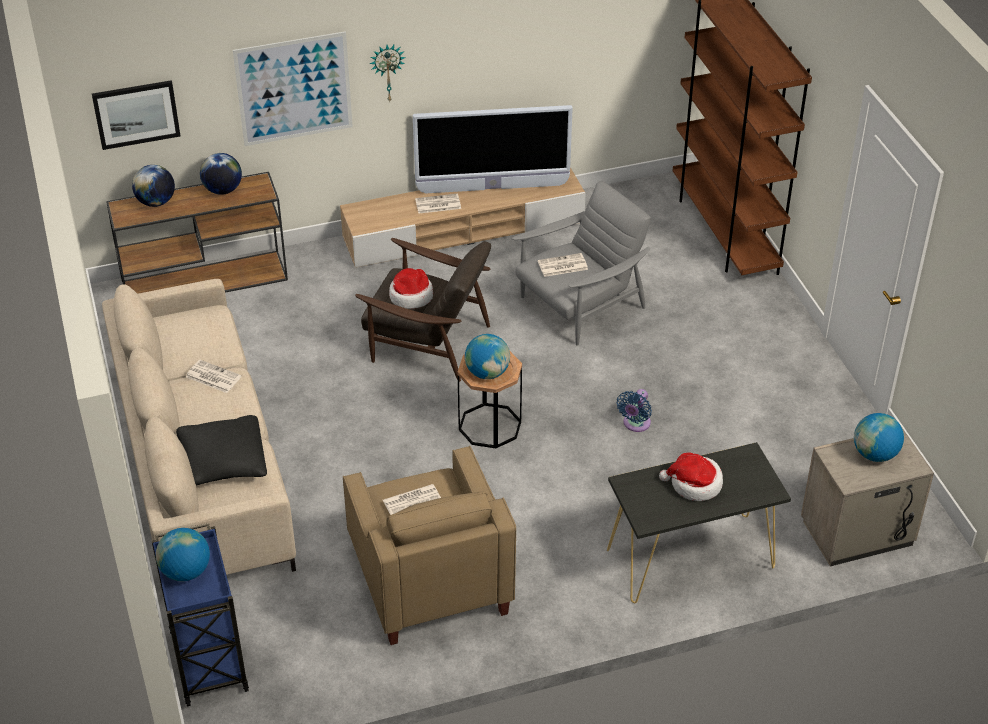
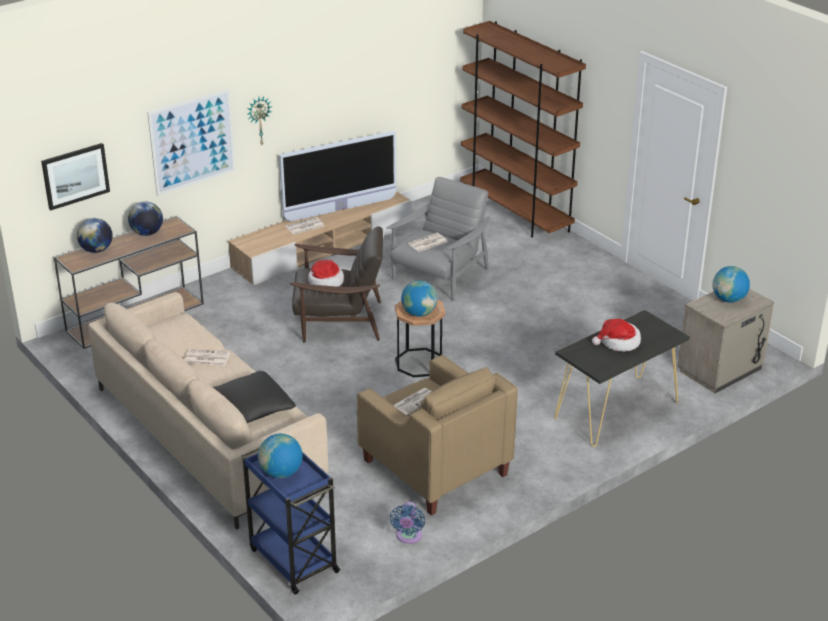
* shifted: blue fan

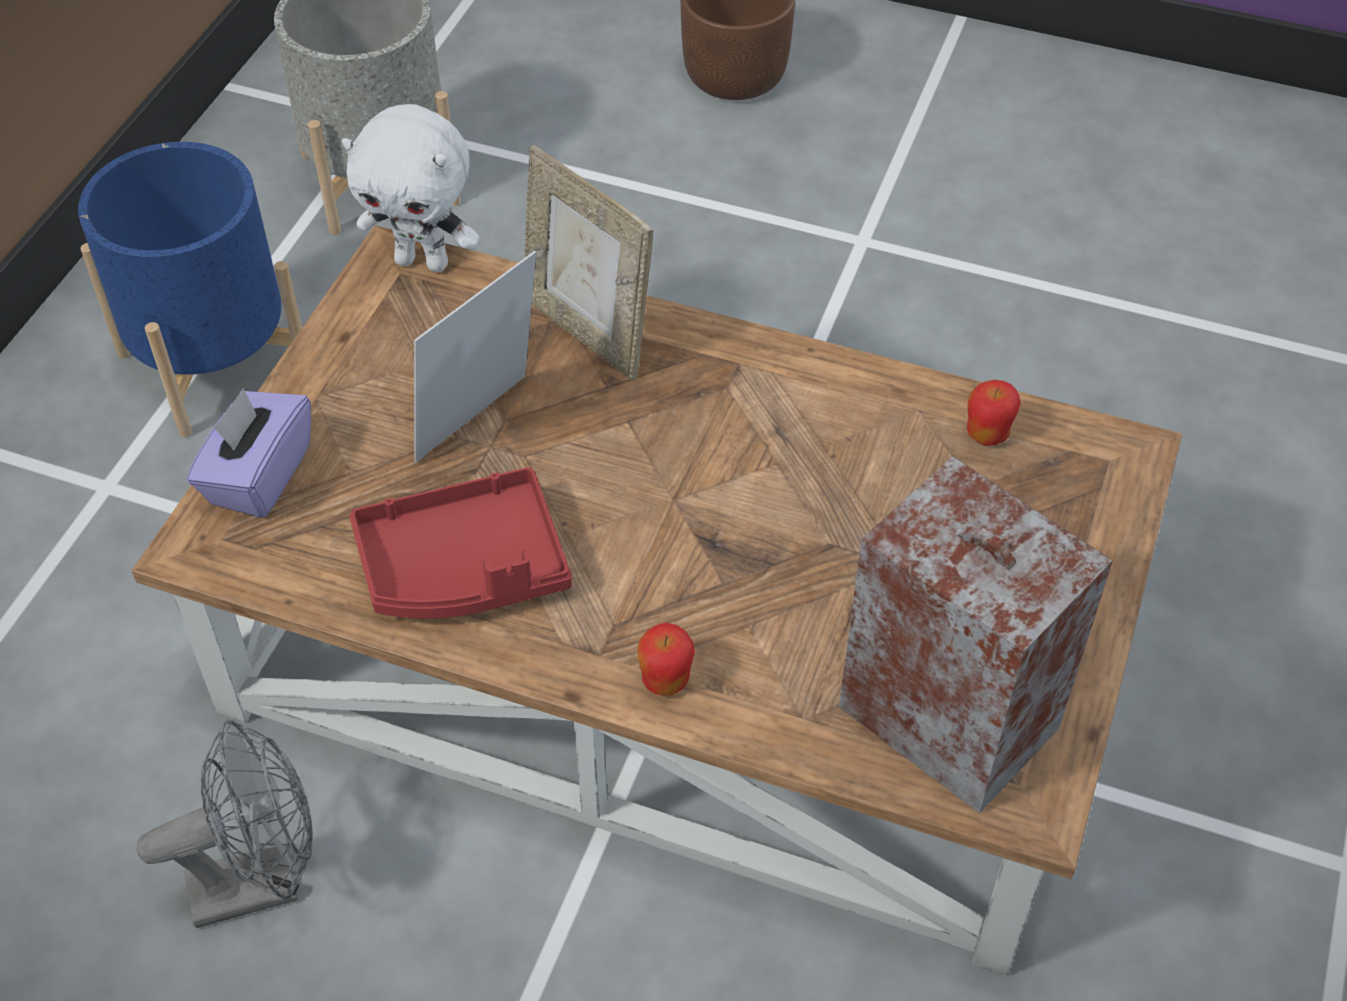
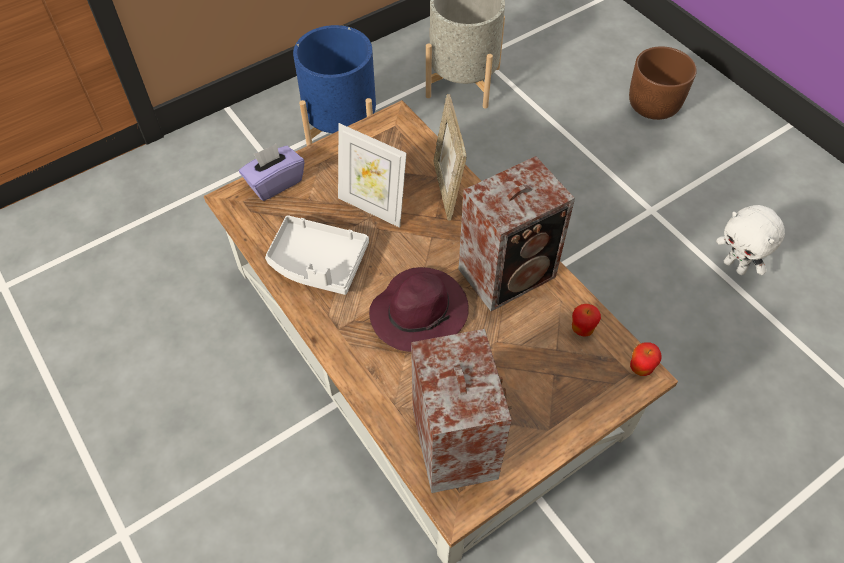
* repainted: red tray to white tray
* rotated: picture frame (no. 1 from left) 135 degrees counterclockwise
* new: purple hat
* new: speaker (no. 2 from left)
* shifted: apple (no. 1 from left in the first image) to apple (no. 2 from left)
* shifted: white plush toy
* gone: grey fan

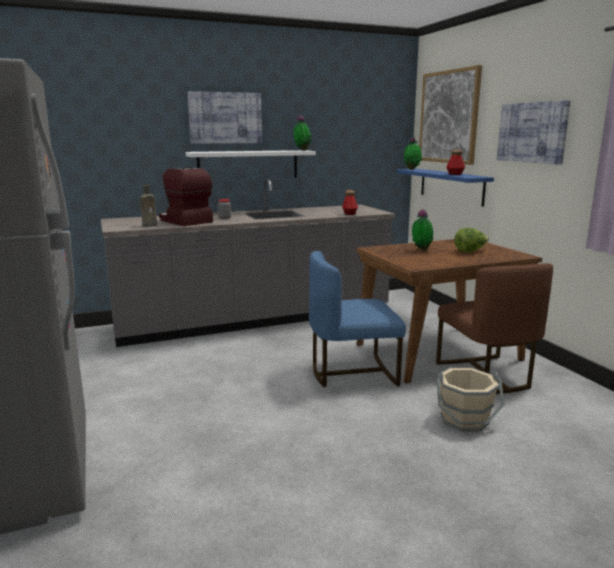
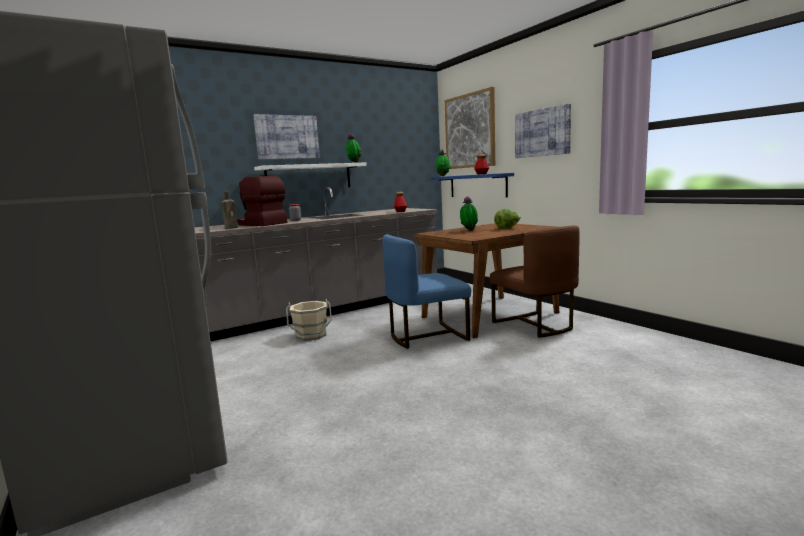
* shifted: beige bucket

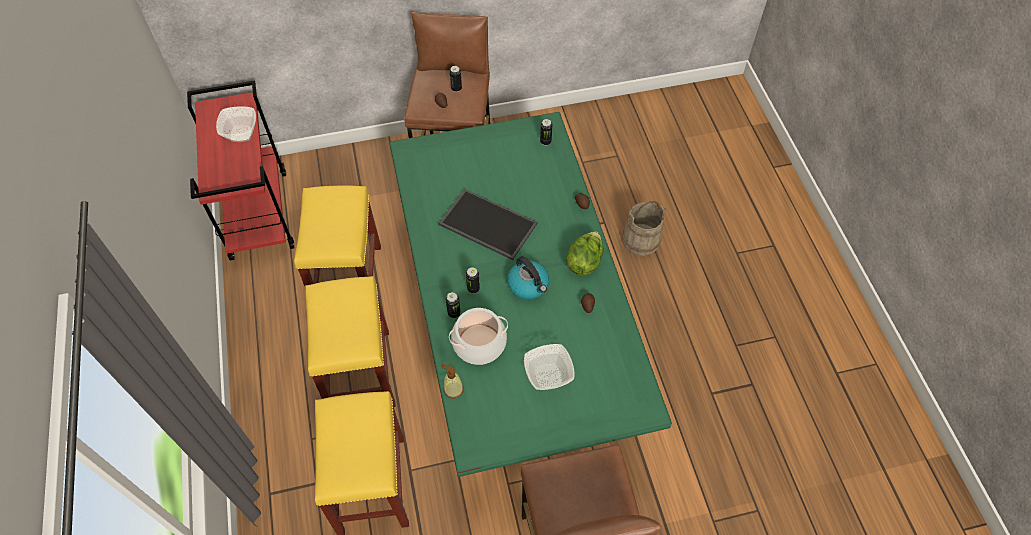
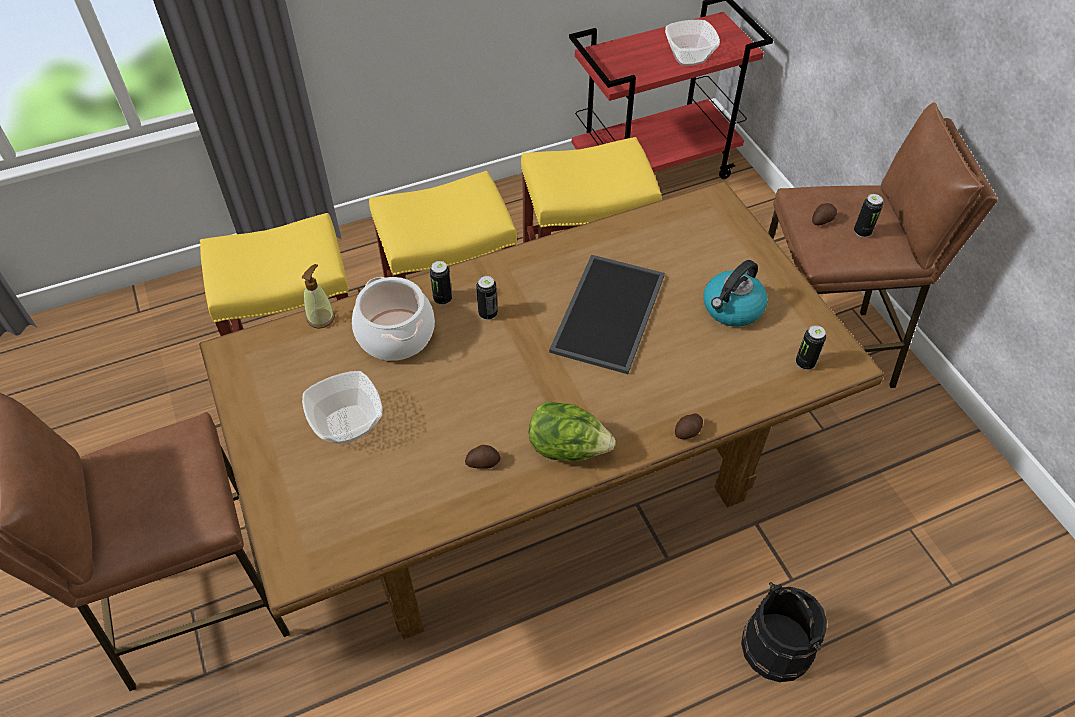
* repainted: green dining table to brown dining table
* shifted: kettle
* repainted: beige bucket to black bucket

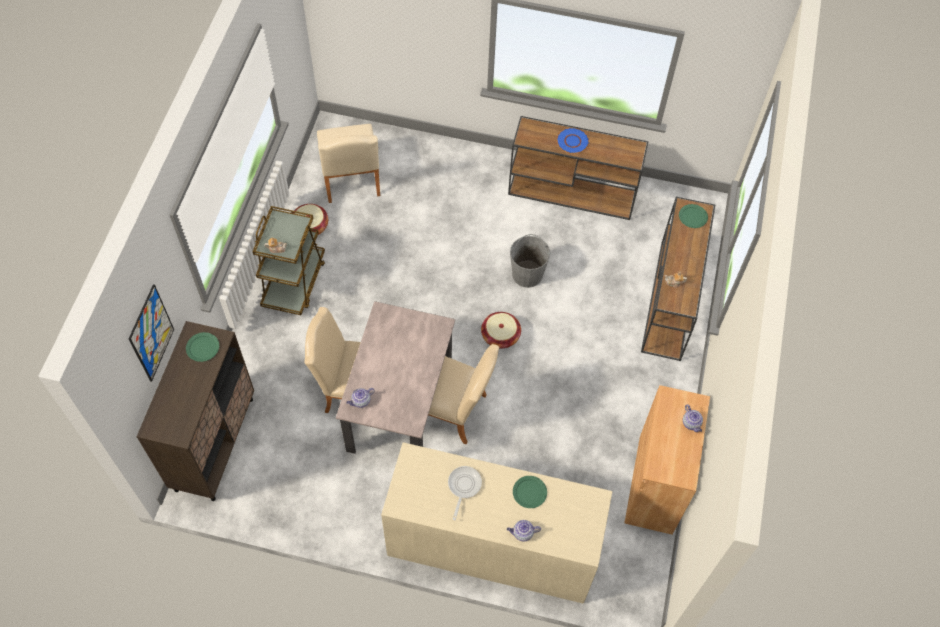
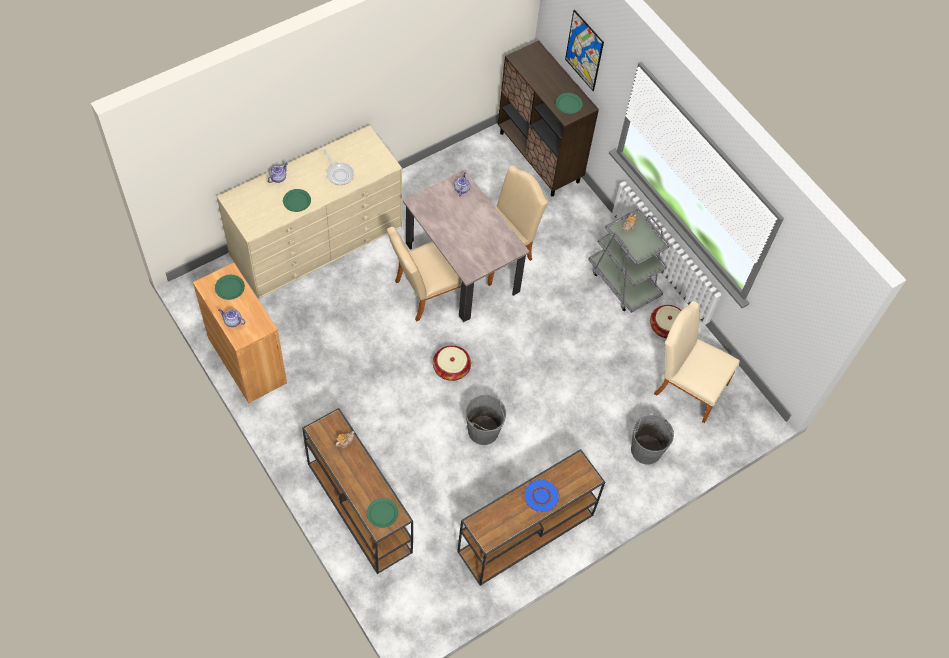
* new: green plate (no. 1 from left)
* repainted: brown cart to grey cart
* new: grey bucket (no. 2 from left)

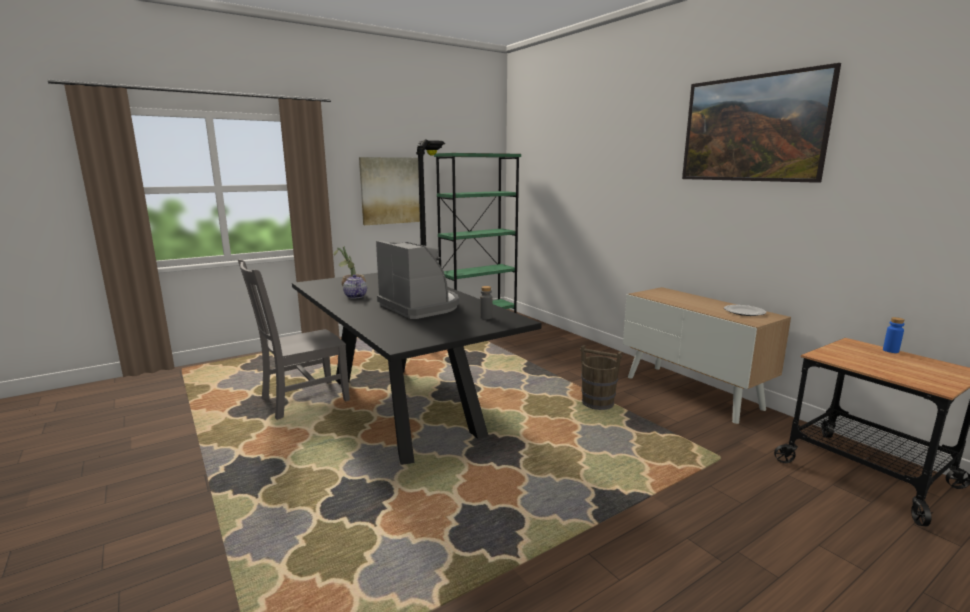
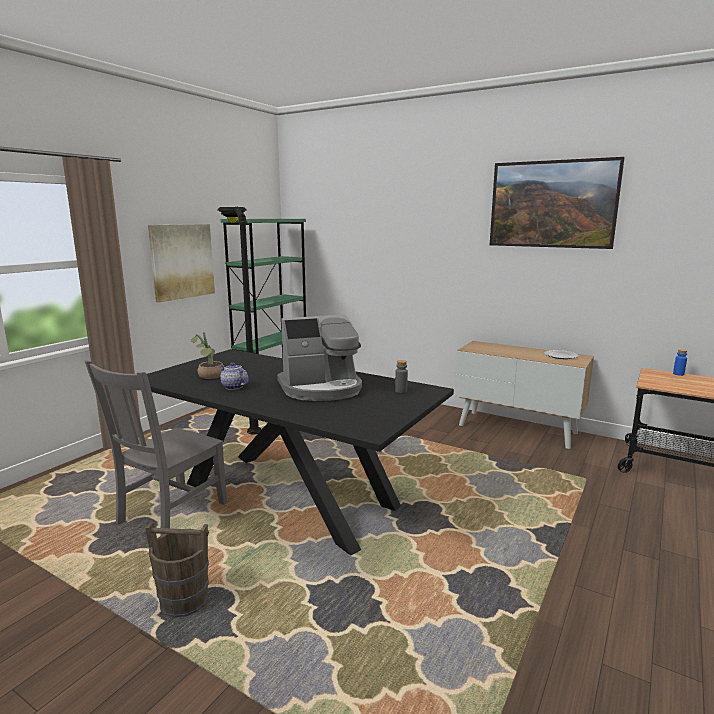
* shifted: brown bucket
* rotated: coffee machine 135 degrees clockwise

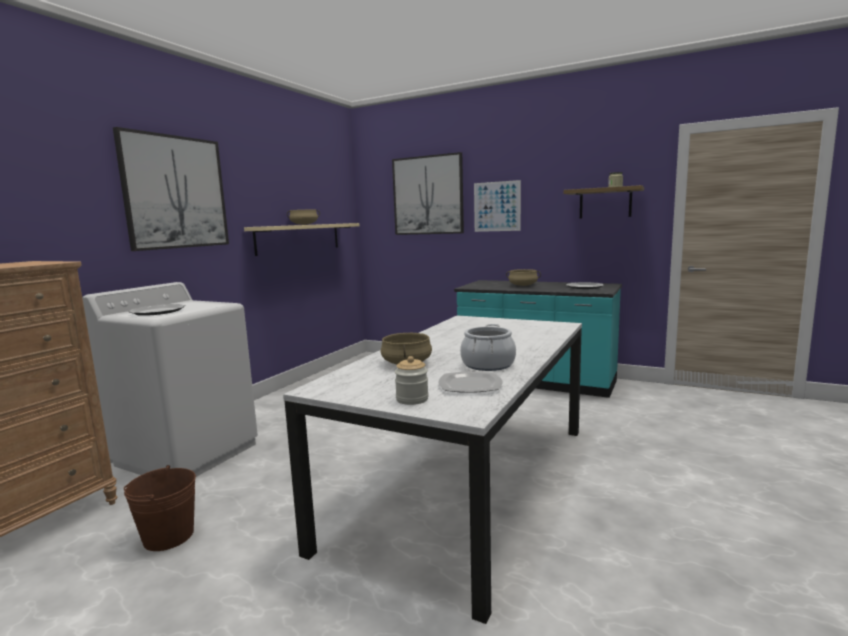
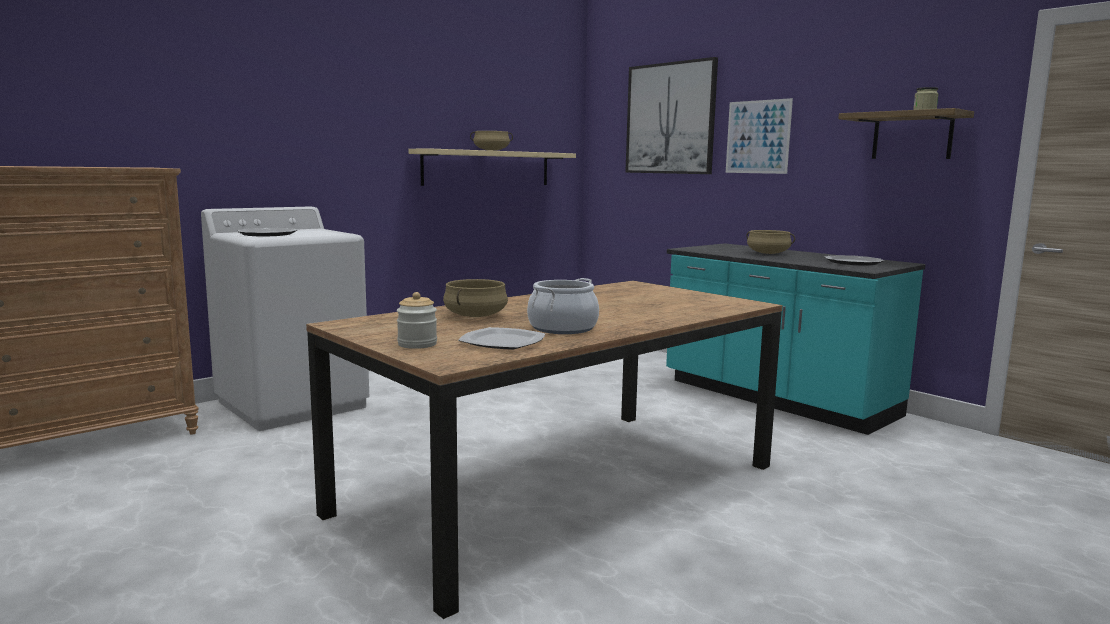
* repainted: white dining table to brown dining table
* gone: picture (no. 1 from left)
* gone: brown bucket

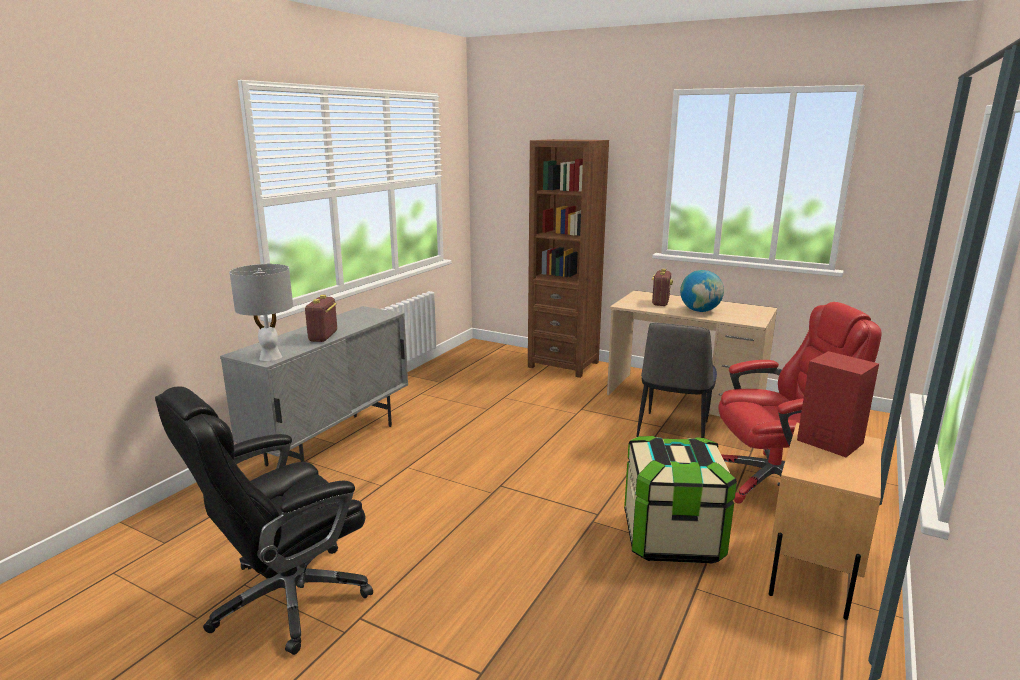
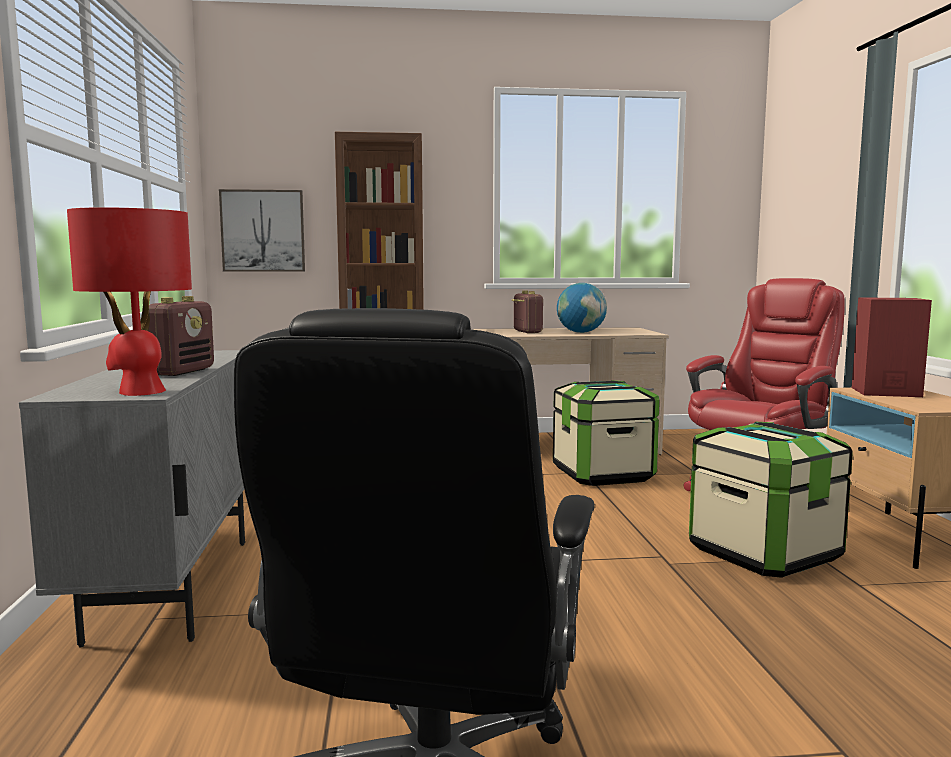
* repainted: grey table lamp to red table lamp
* rotated: radio (no. 1 from left) 135 degrees counterclockwise
* new: picture
* swapped: chair to storage box (no. 1 from left)

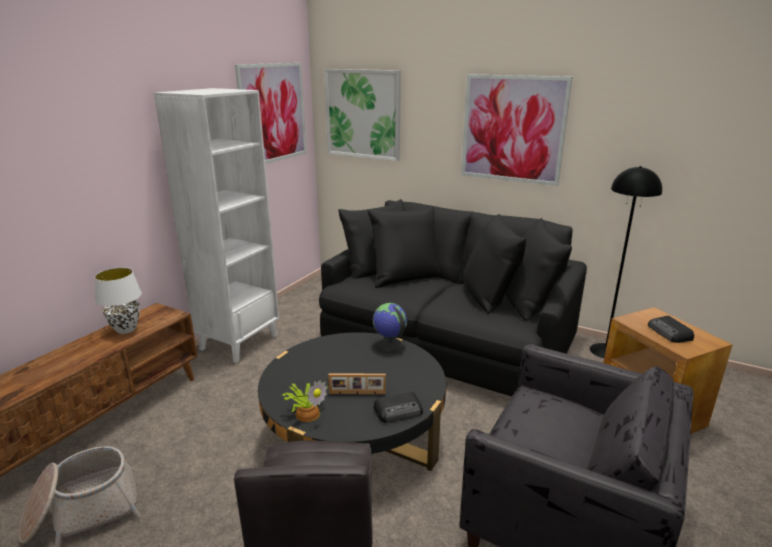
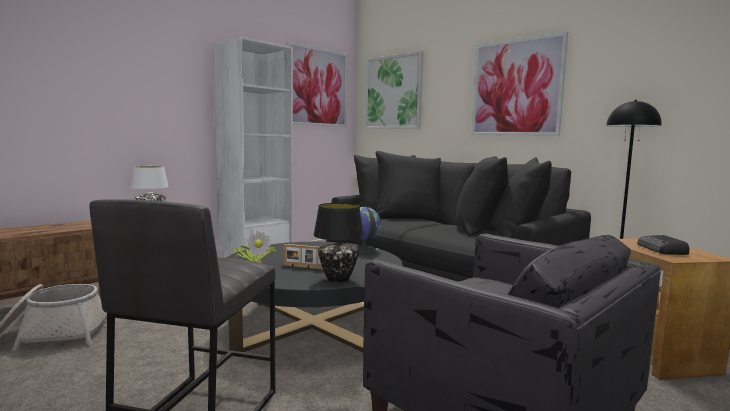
* swapped: radio (no. 1 from left) to black table lamp

